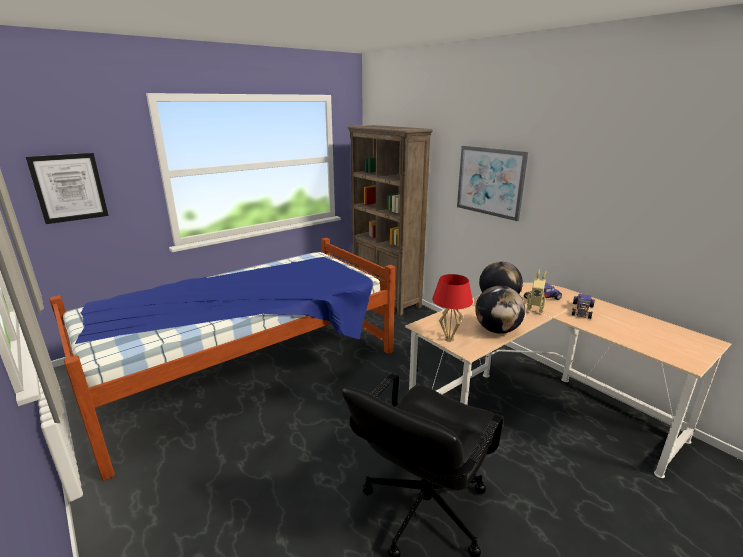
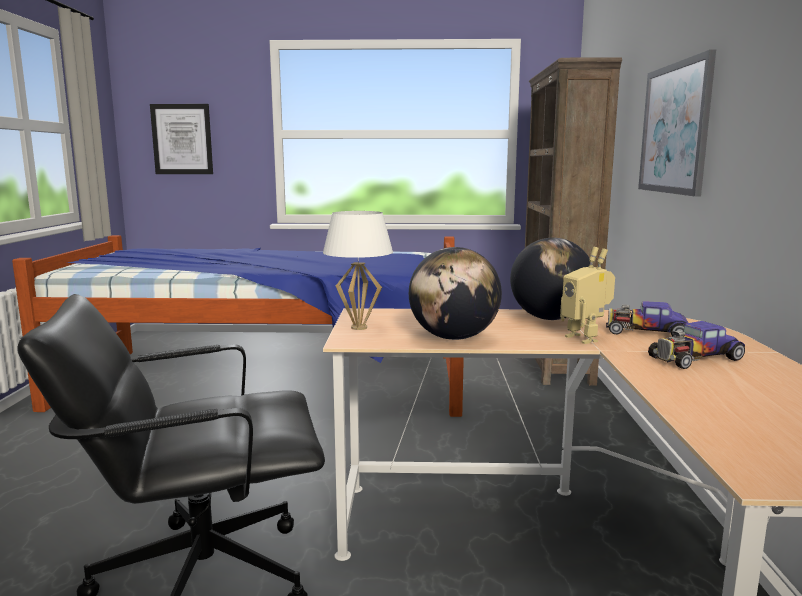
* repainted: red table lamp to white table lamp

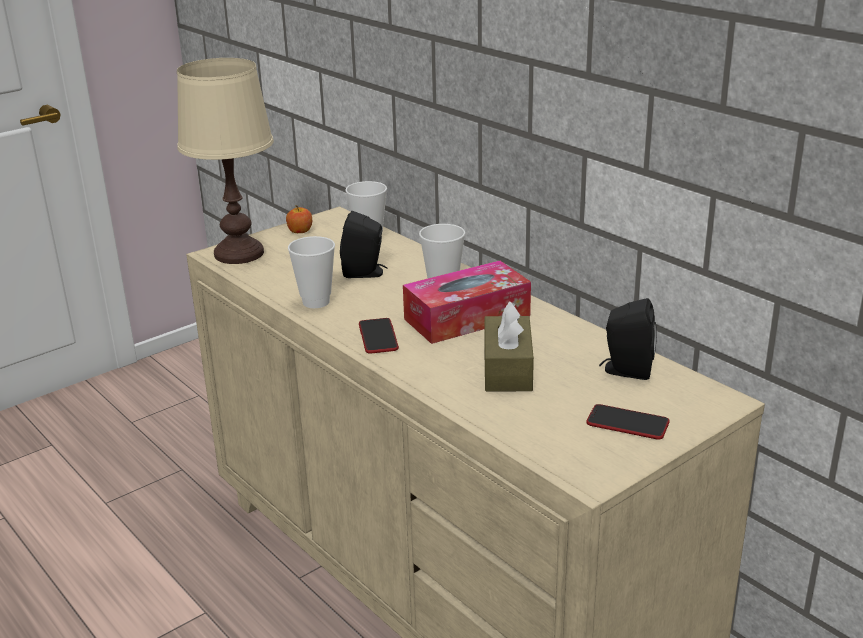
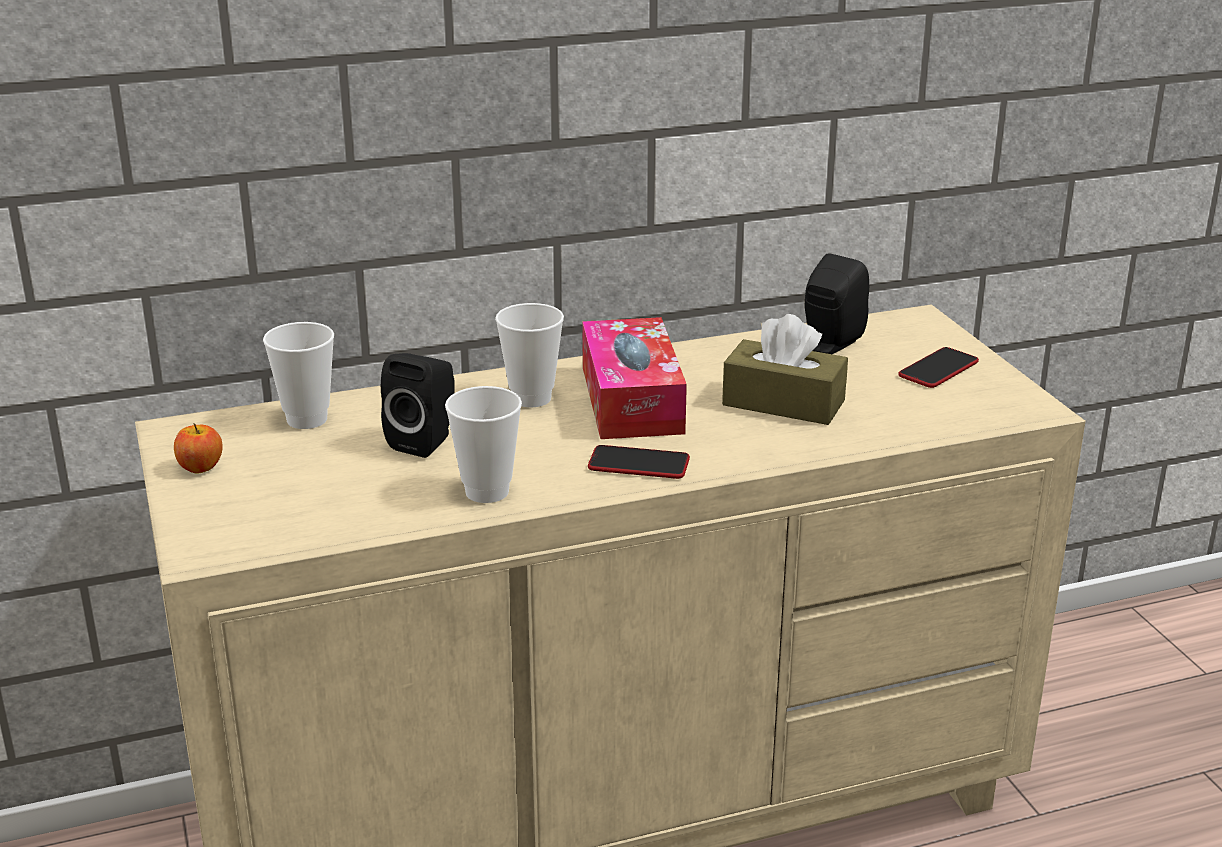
* gone: beige table lamp

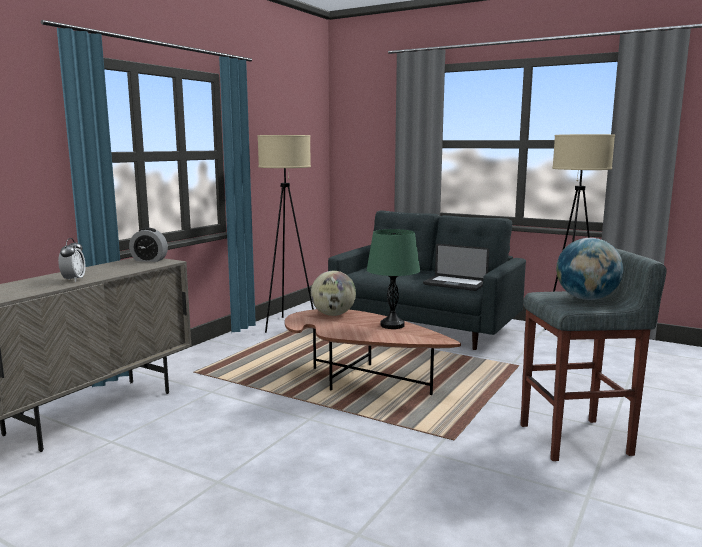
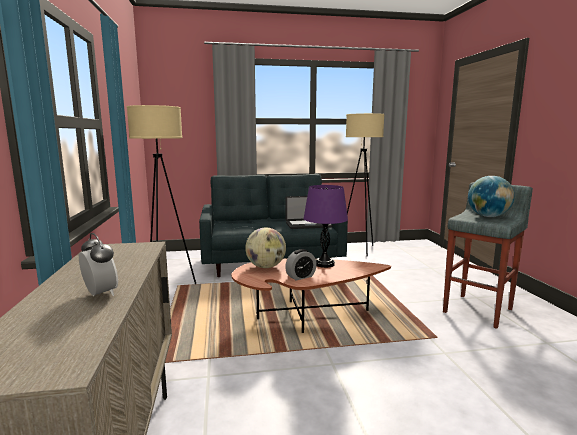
* shifted: alarm clock (no. 2 from left)
* repainted: green table lamp to purple table lamp

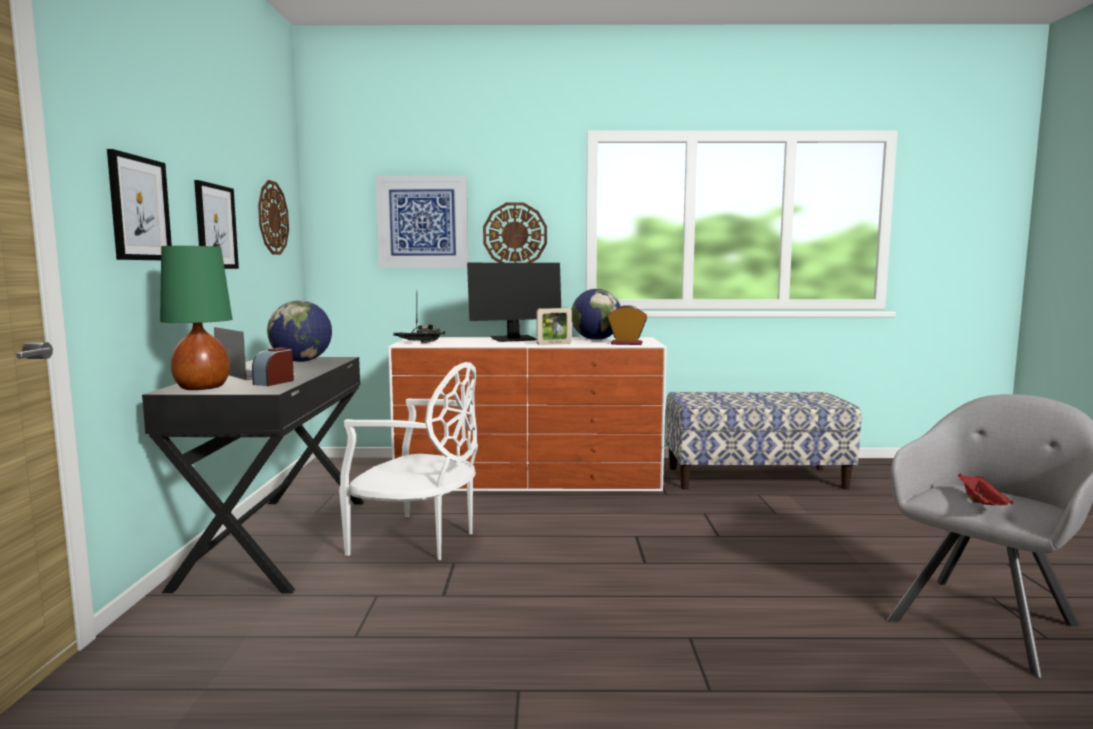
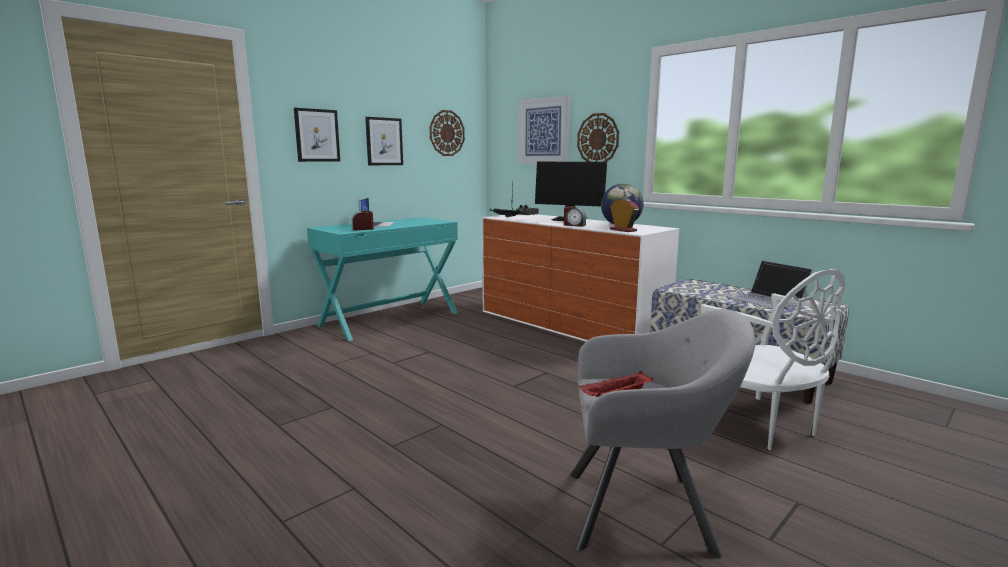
* repainted: black desk to turquoise desk
* swapped: picture frame to alarm clock (no. 2 from left)
* shifted: white chair
* new: laptop (no. 2 from left)
* gone: green table lamp
* gone: globe (no. 1 from left)

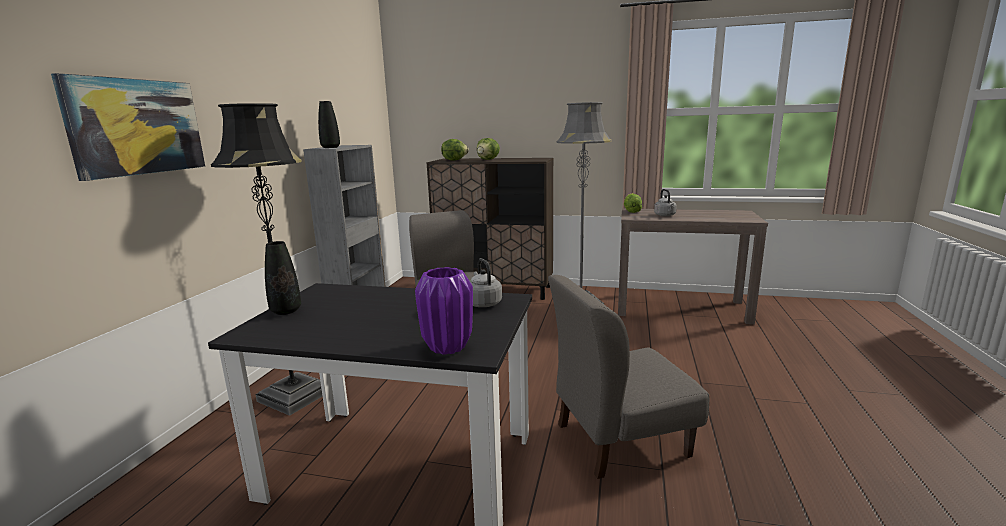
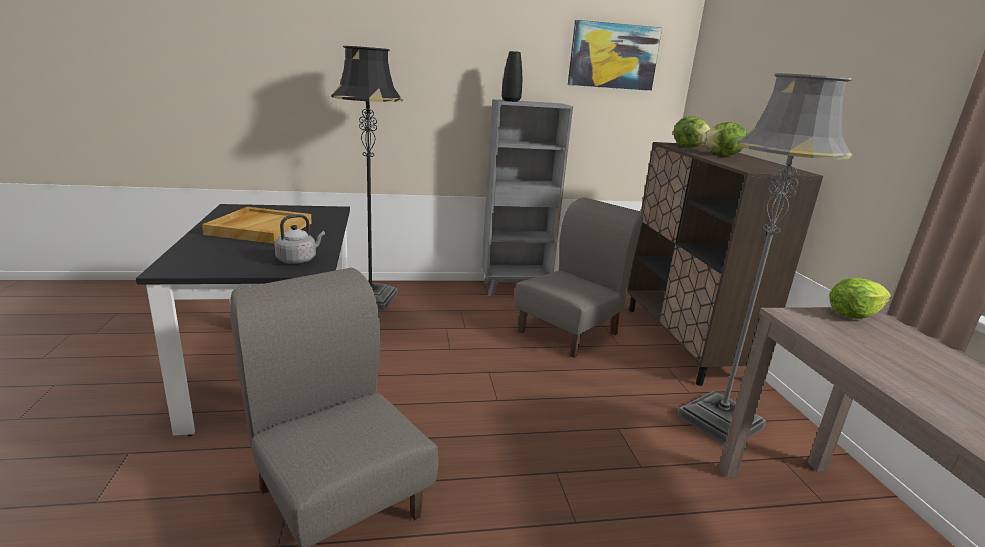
* new: beige tray
* shifted: picture
* gone: black vase (no. 1 from left)
* gone: purple vase
* gone: grey kettle (no. 2 from left)

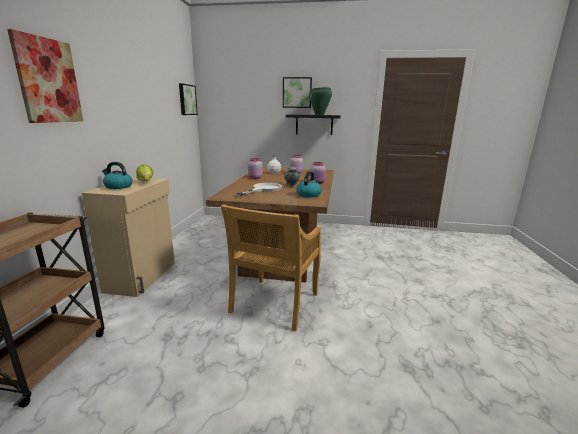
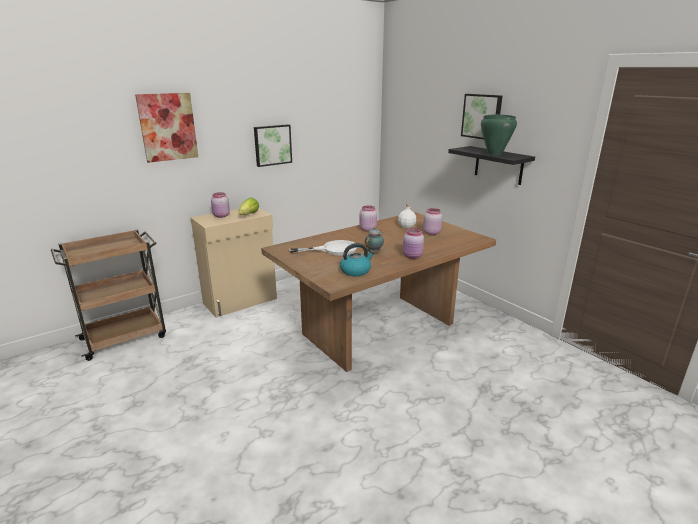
* swapped: kettle (no. 1 from left) to pink jar (no. 1 from left)
* shifted: picture (no. 2 from left)
* gone: beige chair

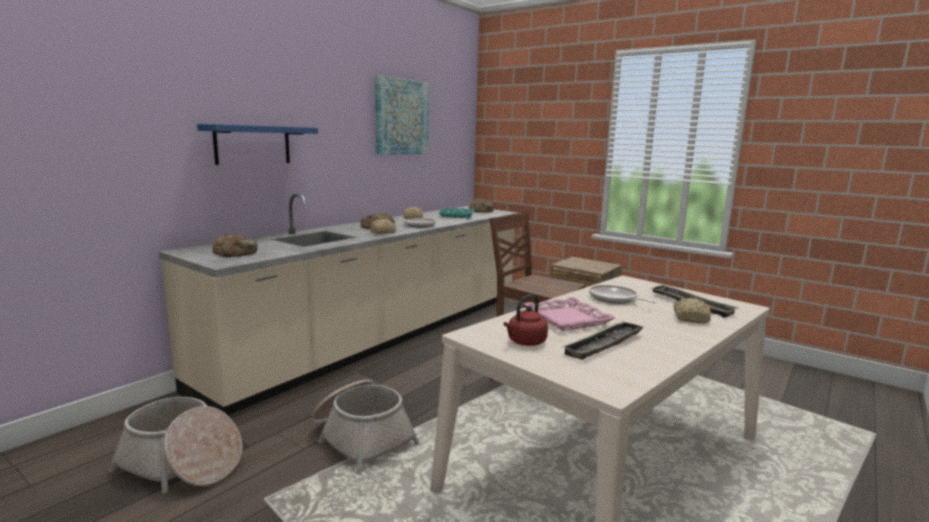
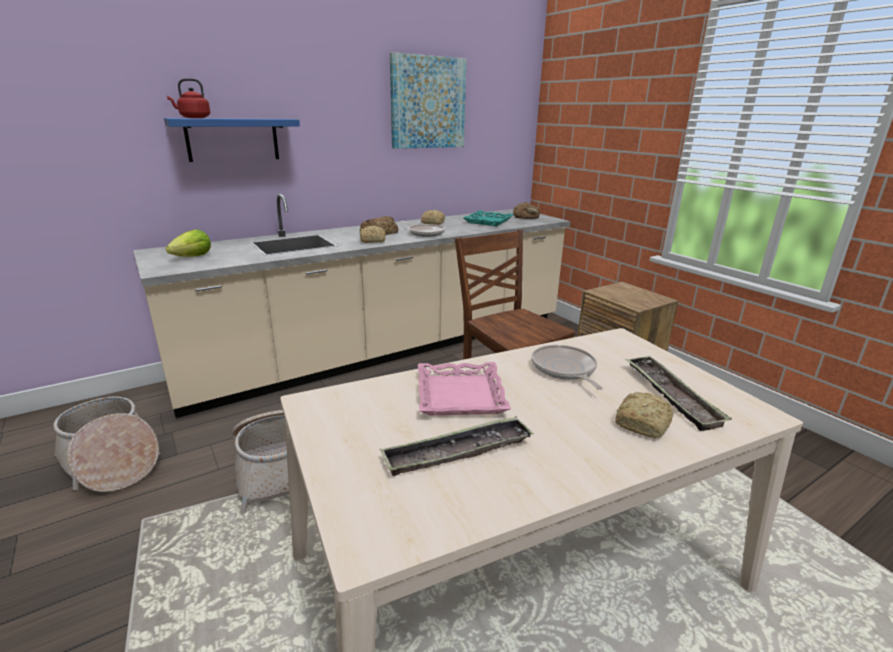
* swapped: bread (no. 1 from left) to lettuce
* shifted: red kettle

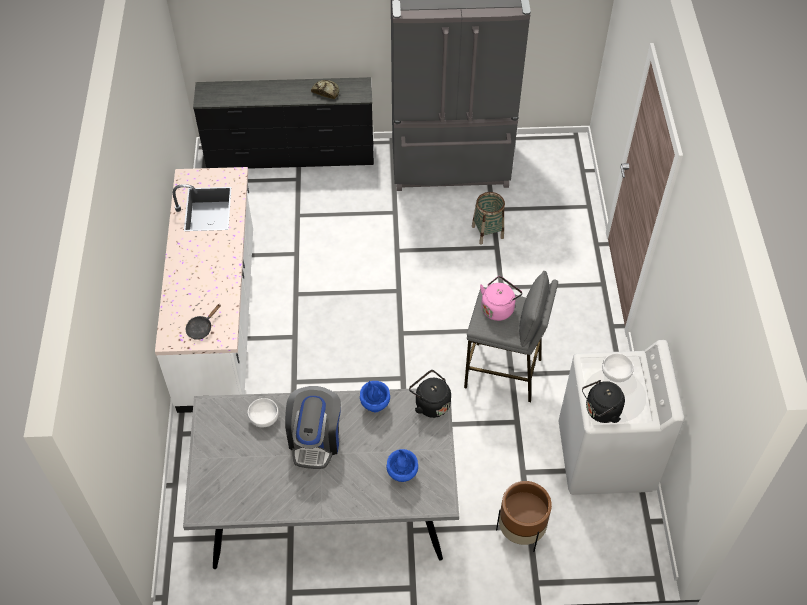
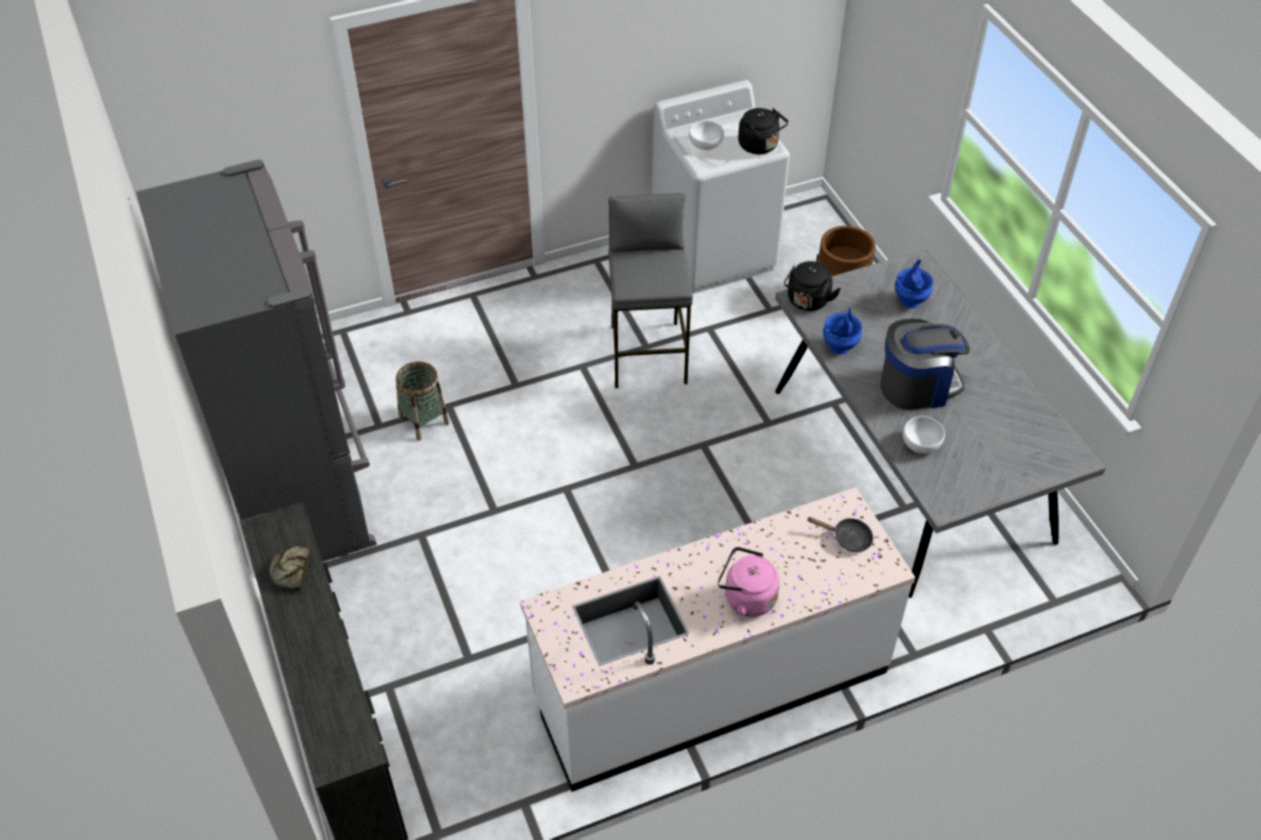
* shifted: pink kettle

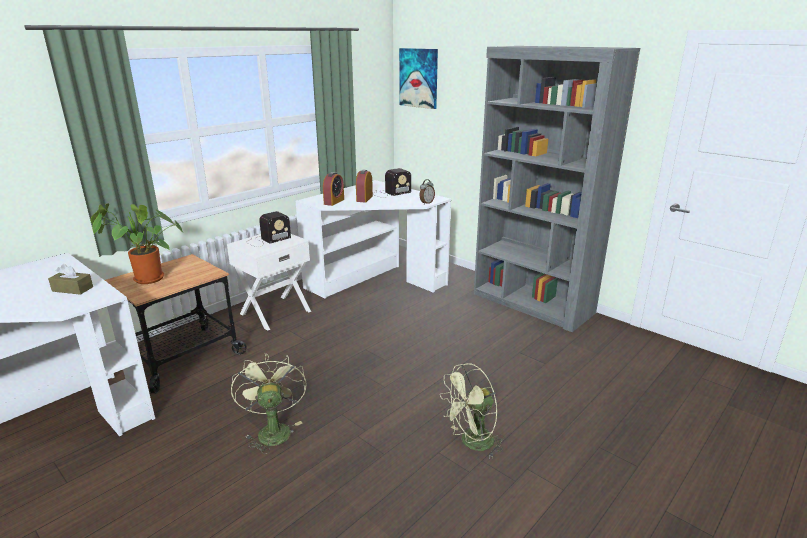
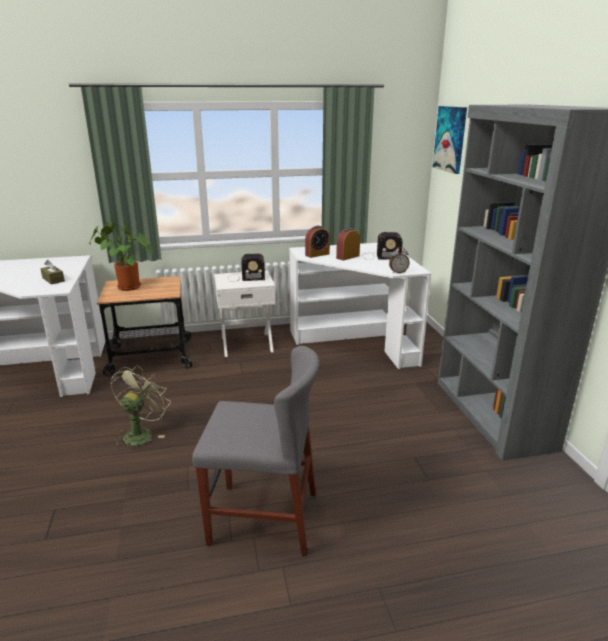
* swapped: green fan (no. 2 from left) to grey chair

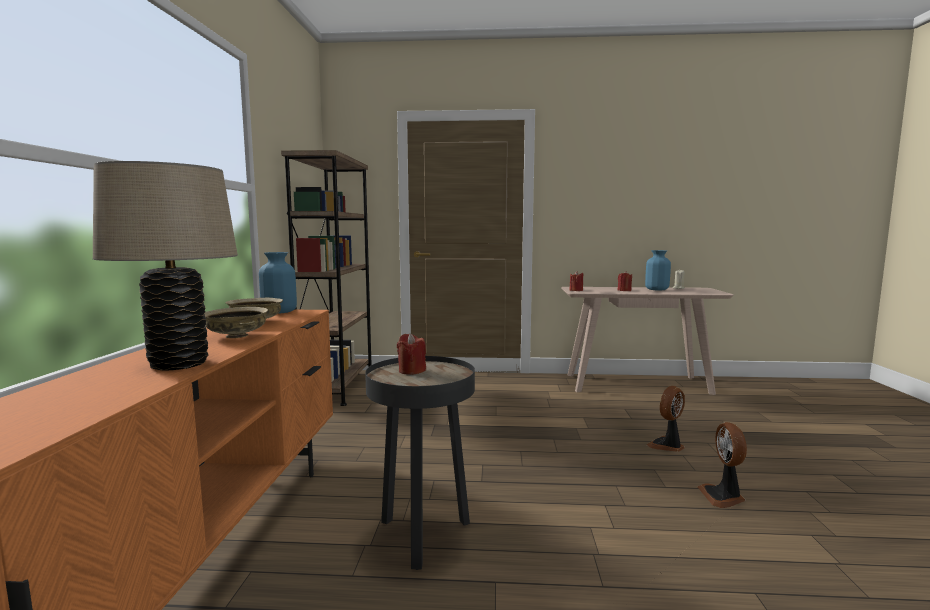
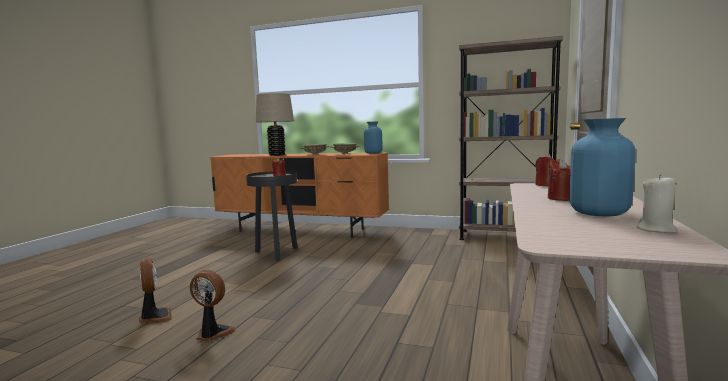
* shifted: fan (no. 1 from left)

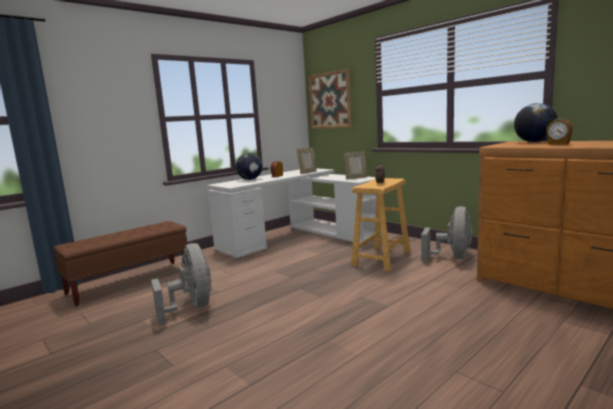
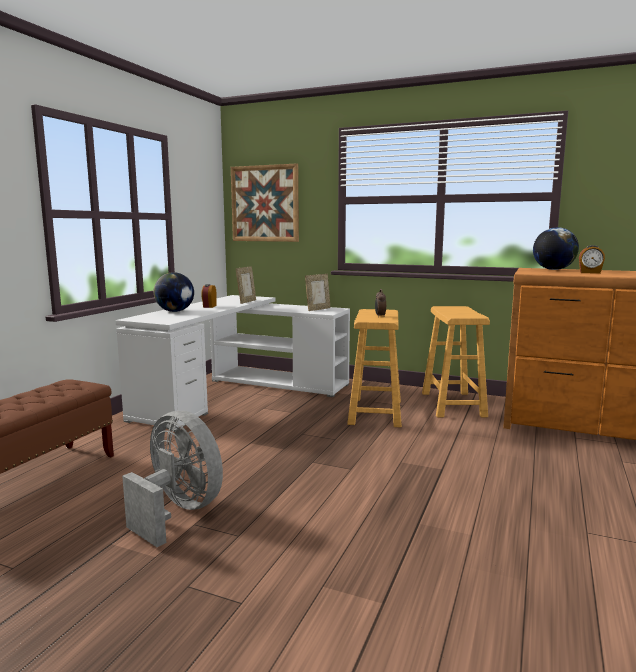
* swapped: grey fan (no. 2 from left) to beige stool (no. 2 from left)

